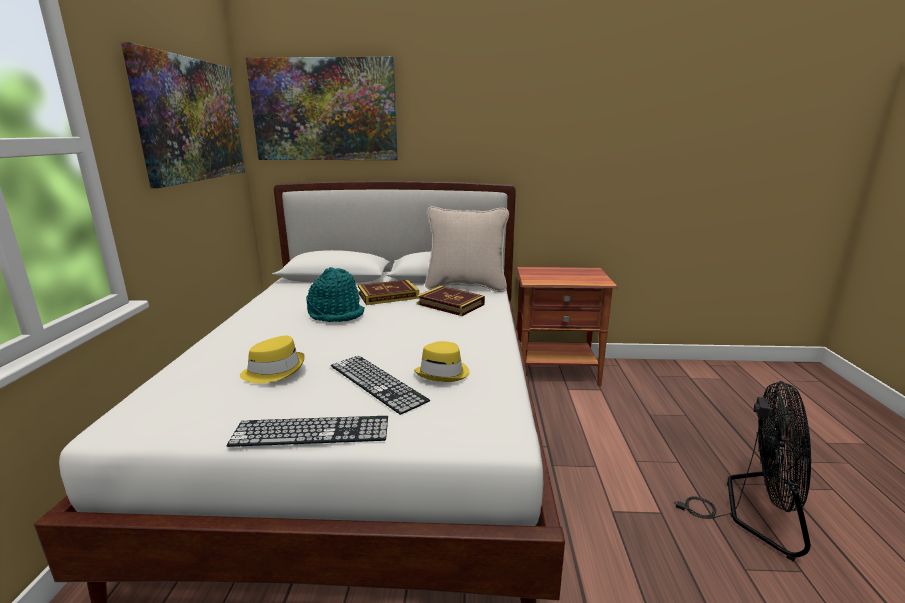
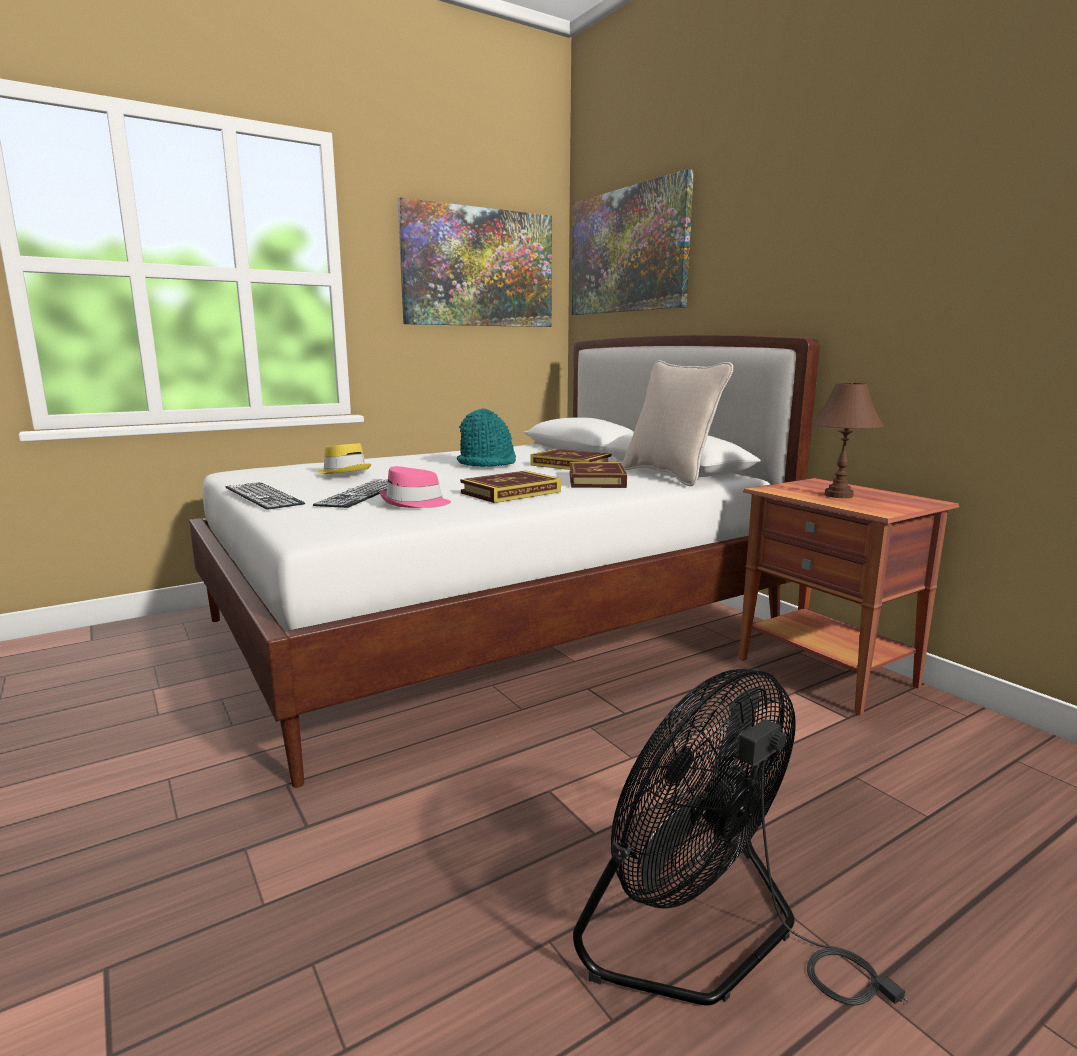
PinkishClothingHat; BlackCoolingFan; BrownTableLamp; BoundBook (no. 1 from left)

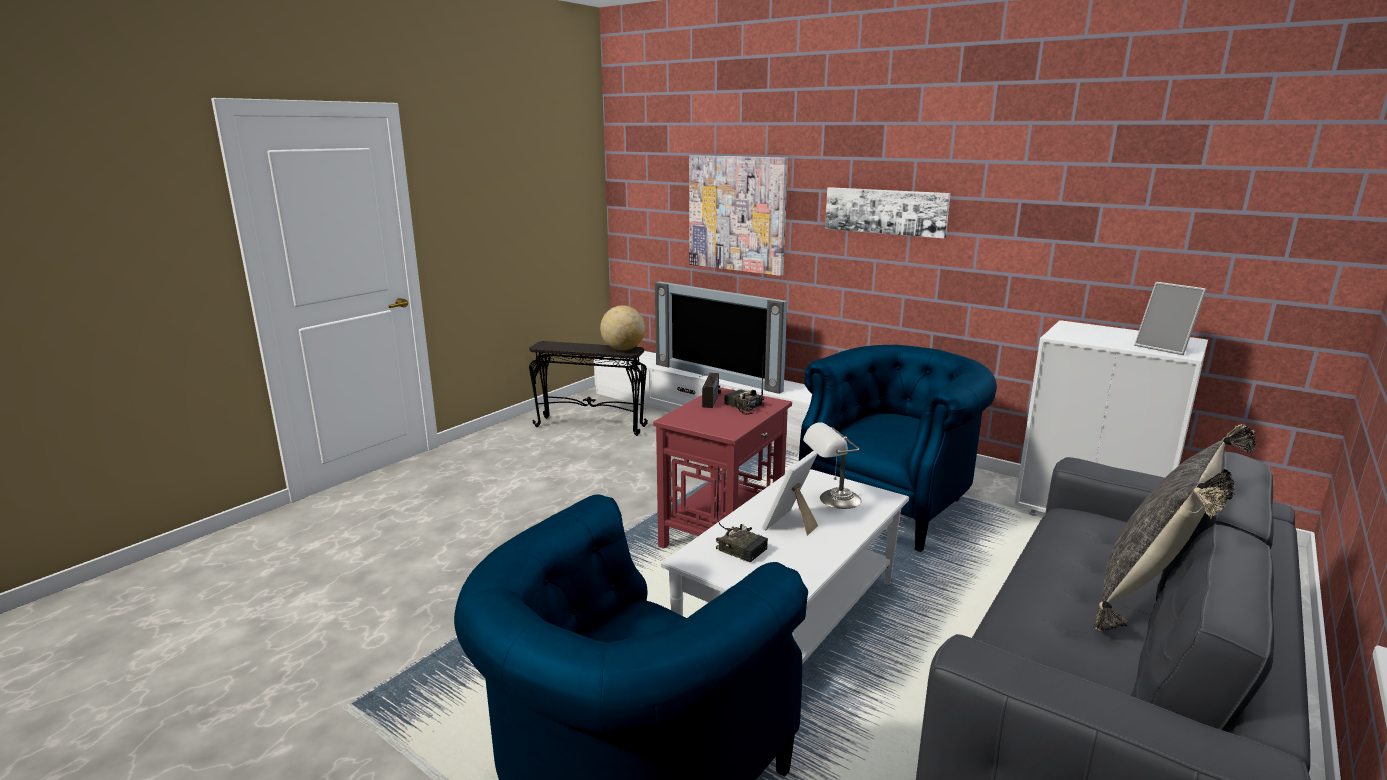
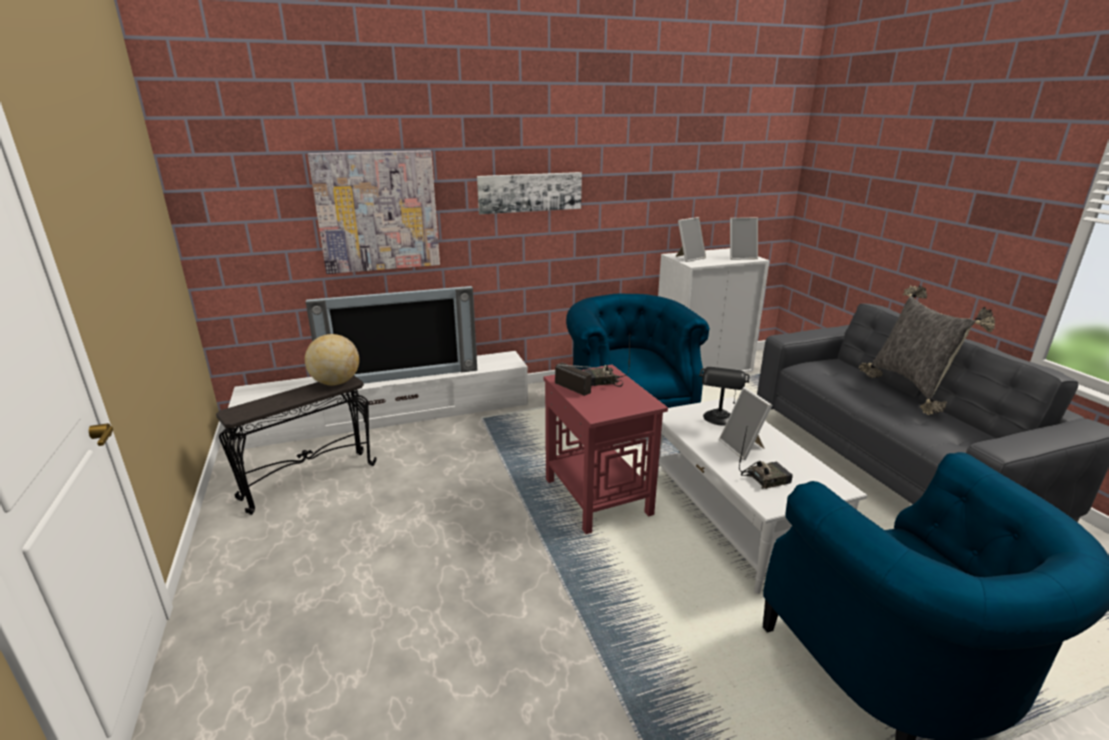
BlackTableLamp; StandingFrame (no. 1 from left)

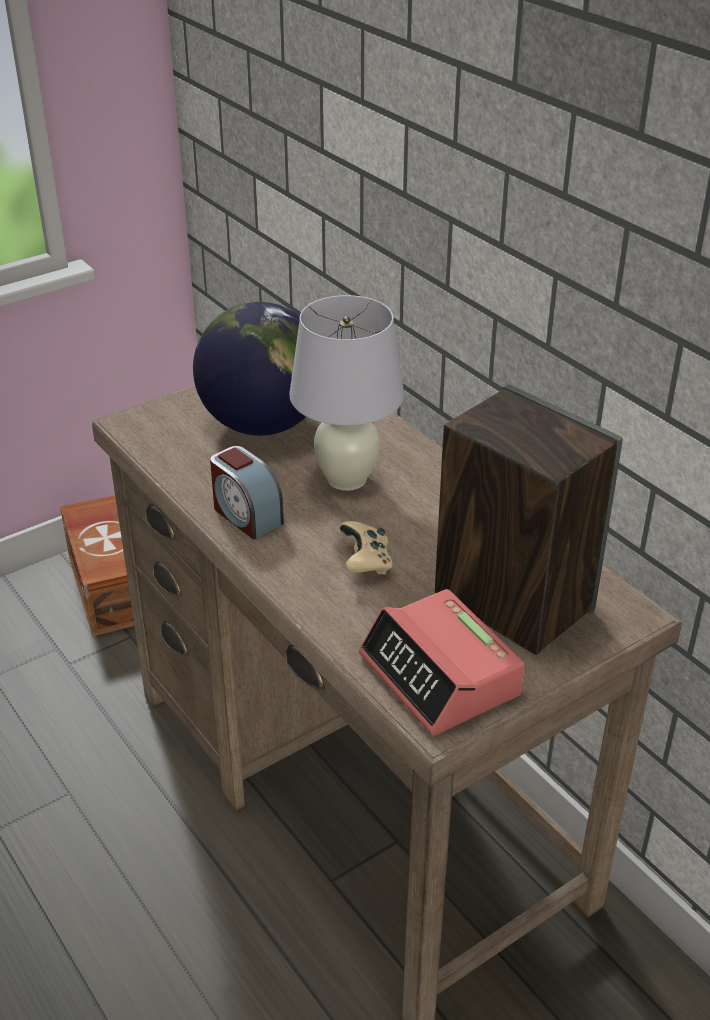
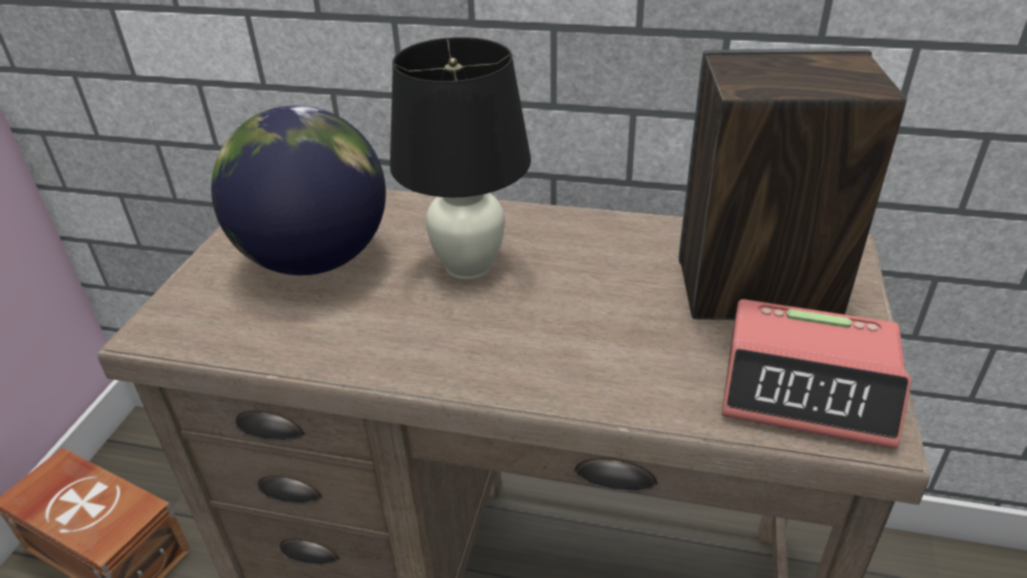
BlackTableLamp; BedsideClock (no. 1 from left in the first image); SandColouredJoypad

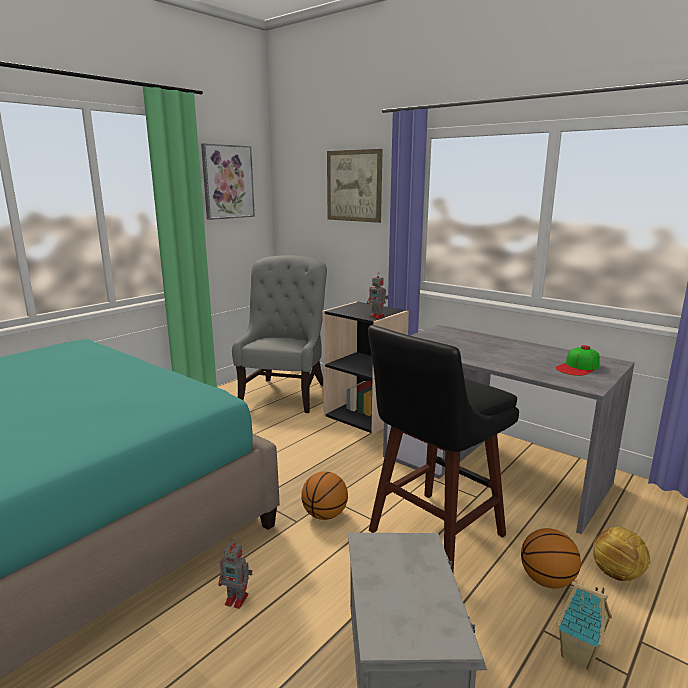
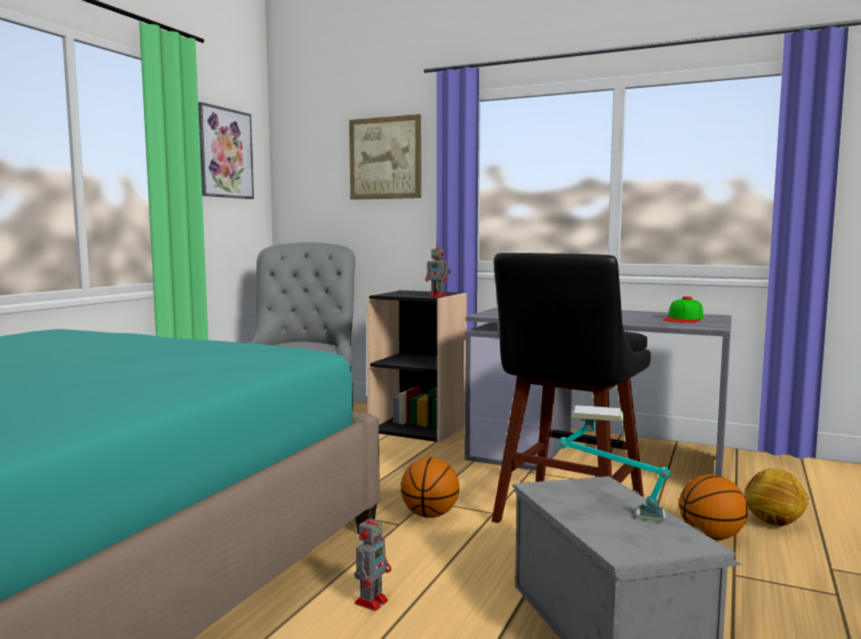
ModelRobot (no. 1 from left); MiniatureHouse; TableLamp

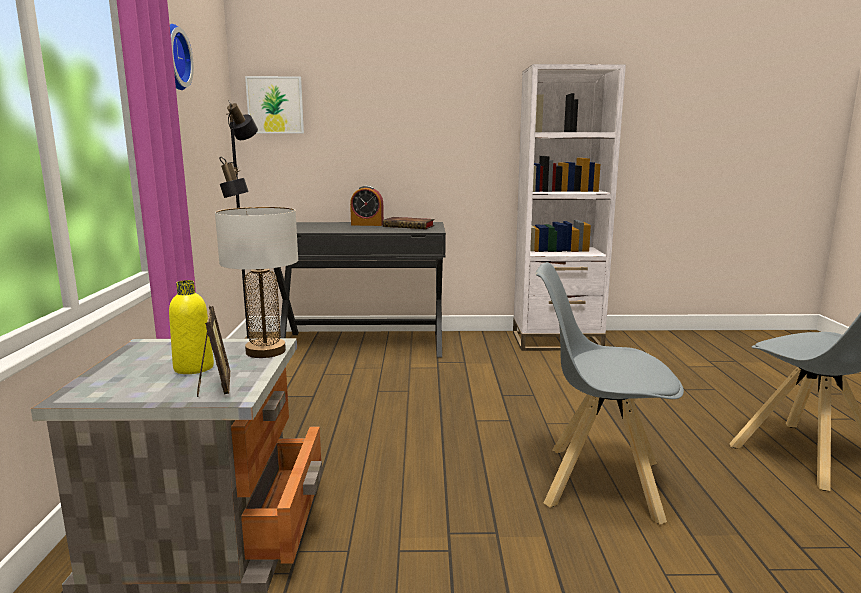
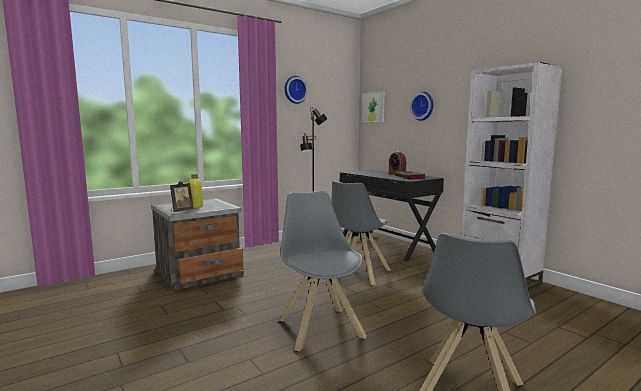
TableLamp; HangingClock (no. 2 from left); GrayUprightChair (no. 2 from left)

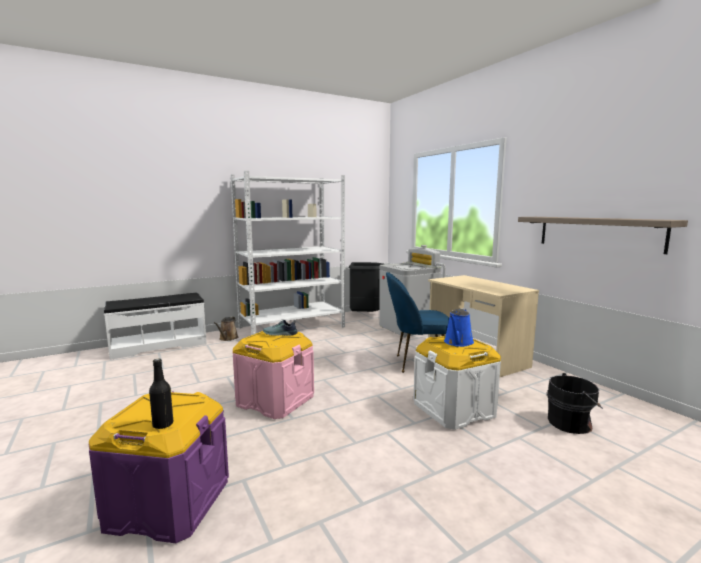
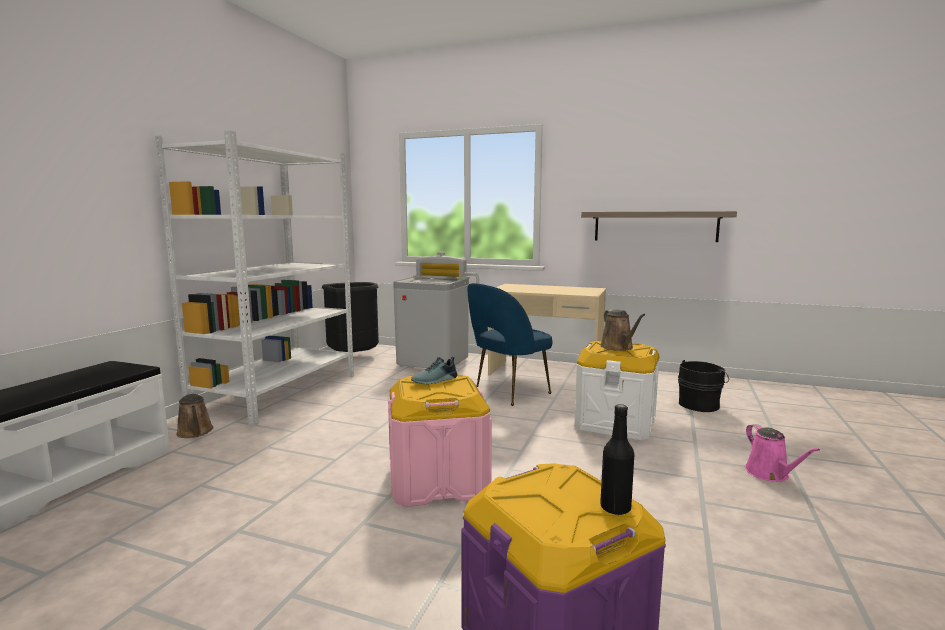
BrownWateringCan (no. 2 from left); PinkishWateringCan

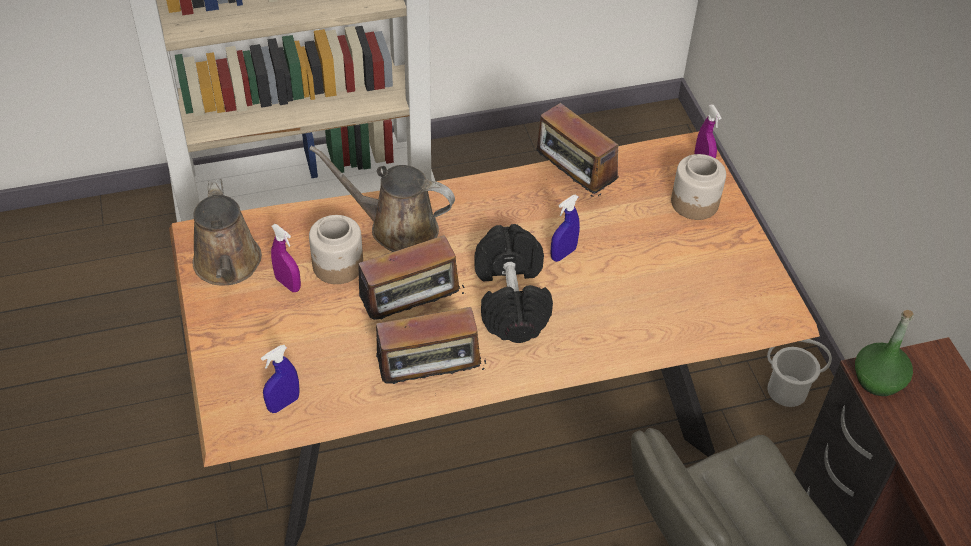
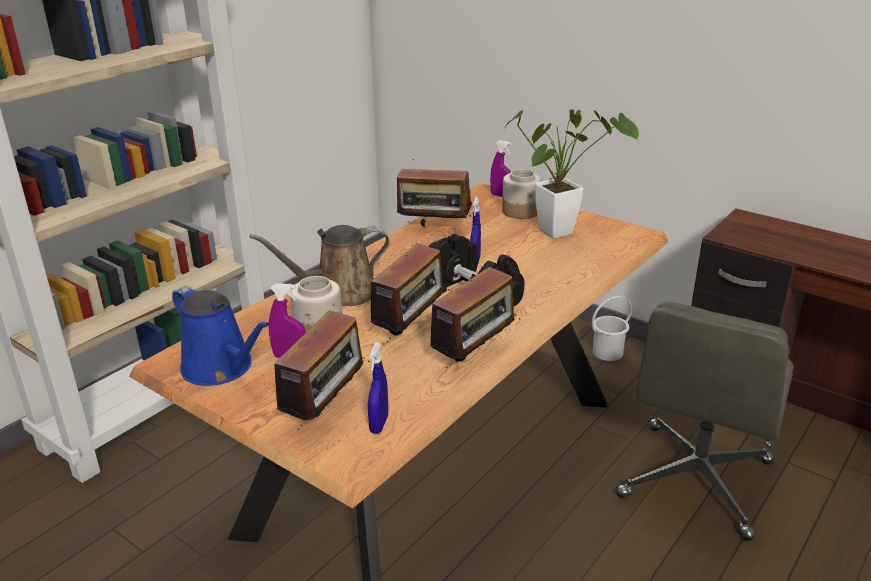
BlueWateringCan; GreenDrinkBottle; Houseplant; Radio (no. 1 from left)

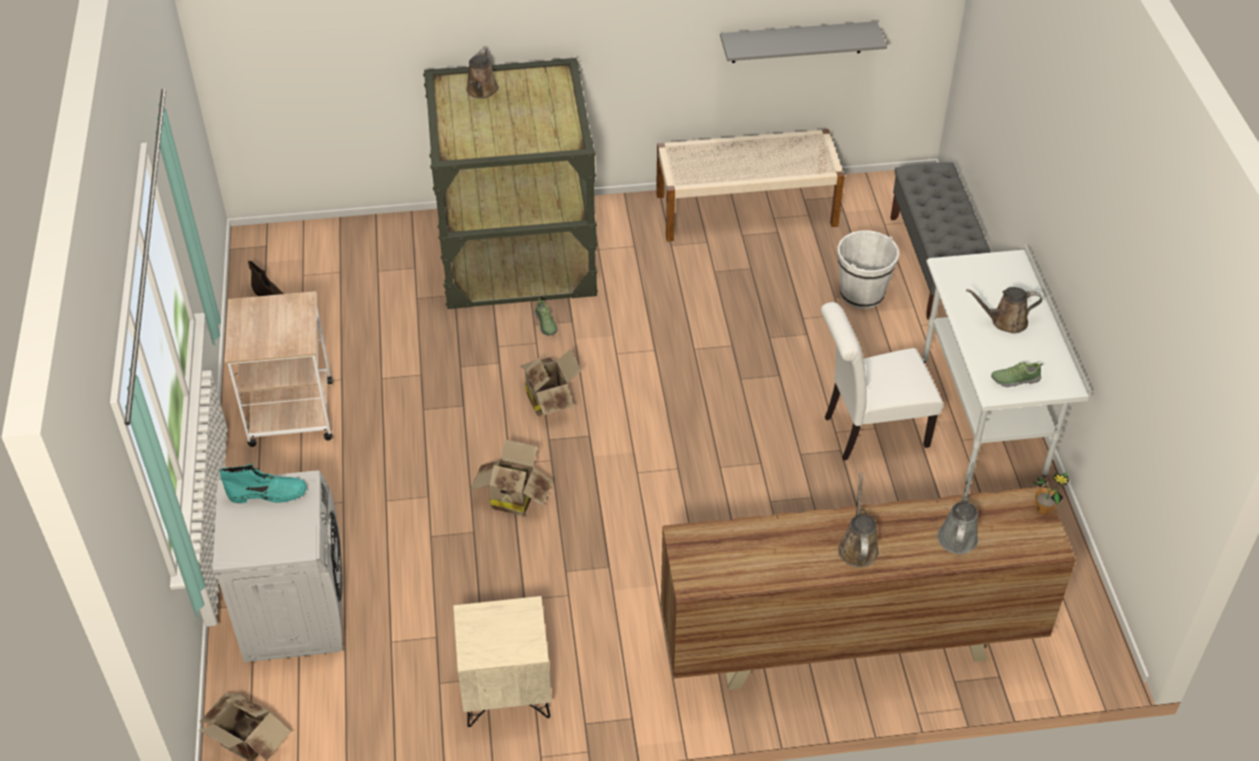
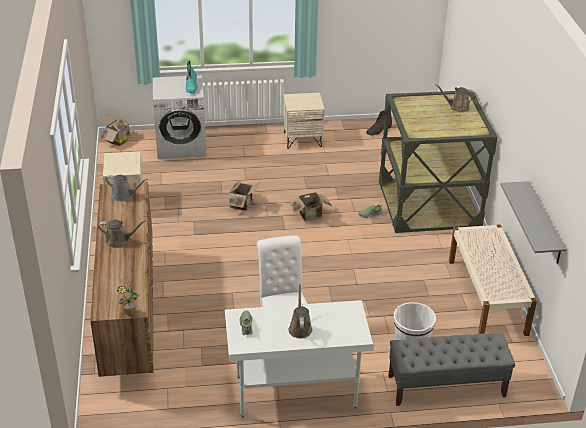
SandColouredNightstand (no. 2 from left); GrayWateringCan

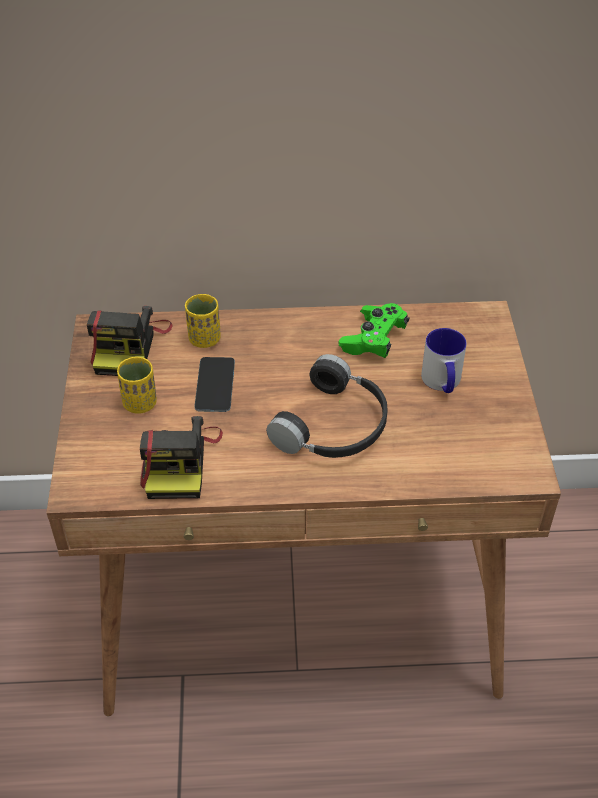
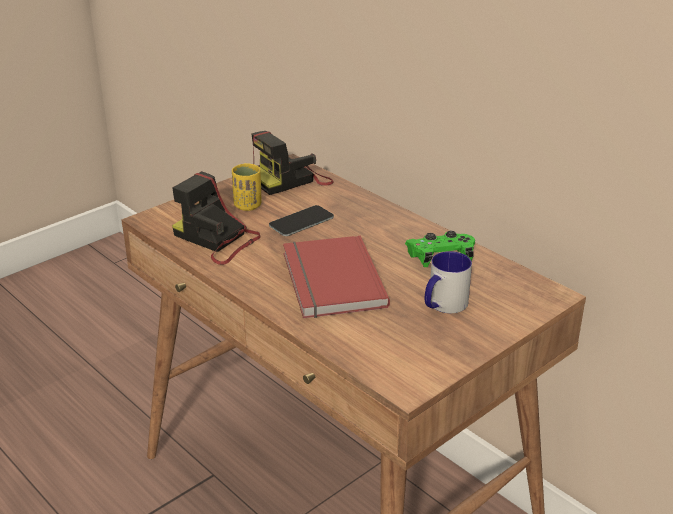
YellowDrinkingCup (no. 2 from left in the first image); RedColouredBoundBook; PhotoCamera (no. 1 from left)

